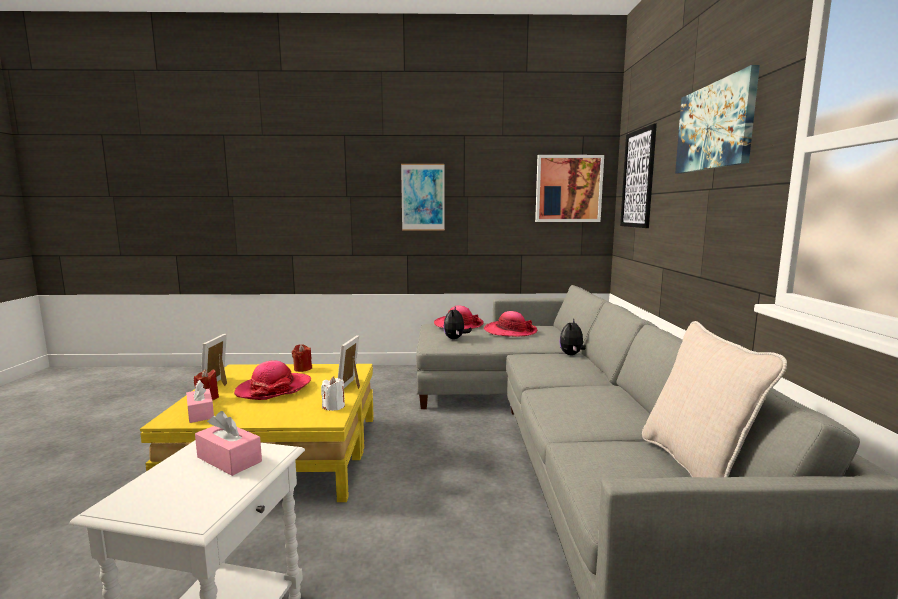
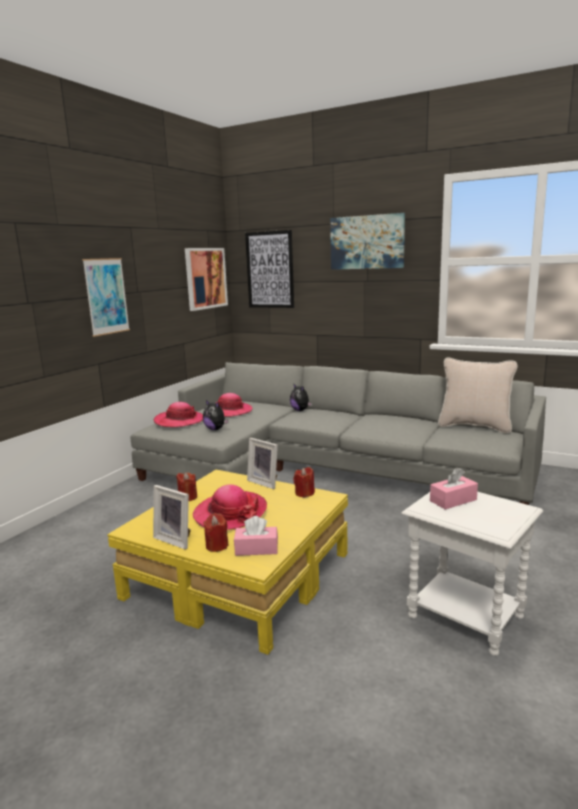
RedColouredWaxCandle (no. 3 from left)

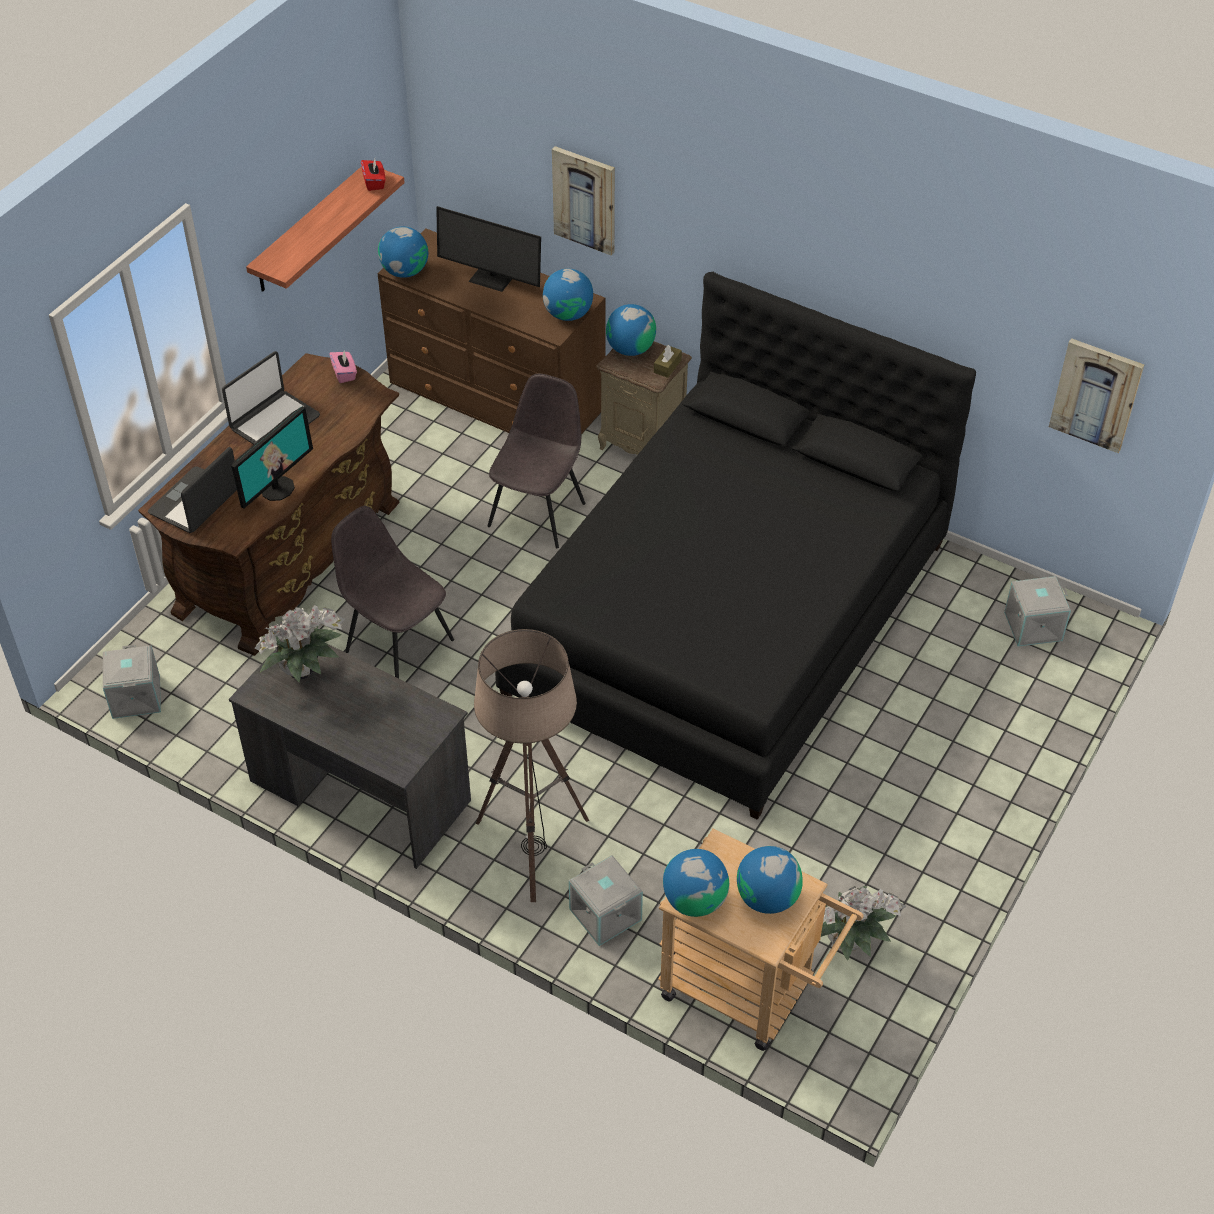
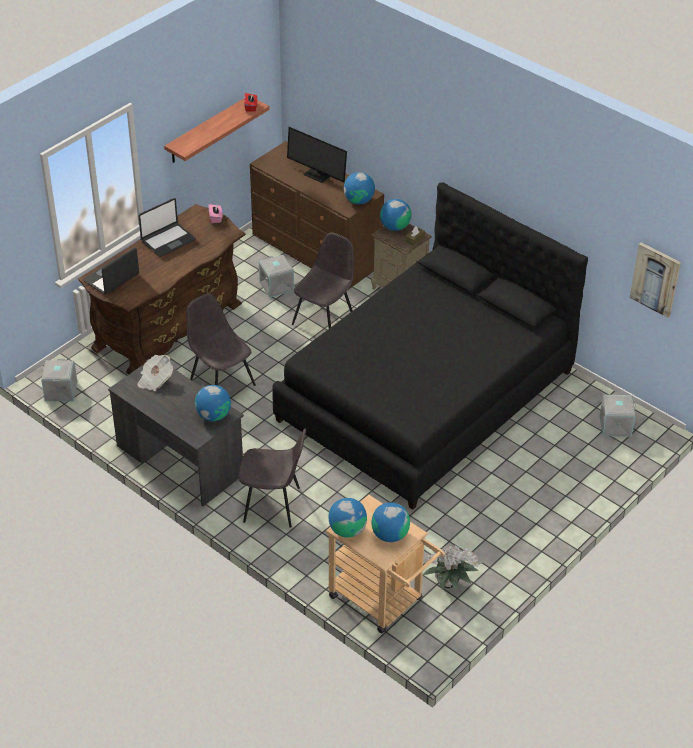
WallArt (no. 1 from left in the first image); DeskGlobe (no. 1 from left); Monitor (no. 1 from left in the first image); DailyPaper; GrayUprightChair (no. 2 from left); GrayStorageBin (no. 2 from left)

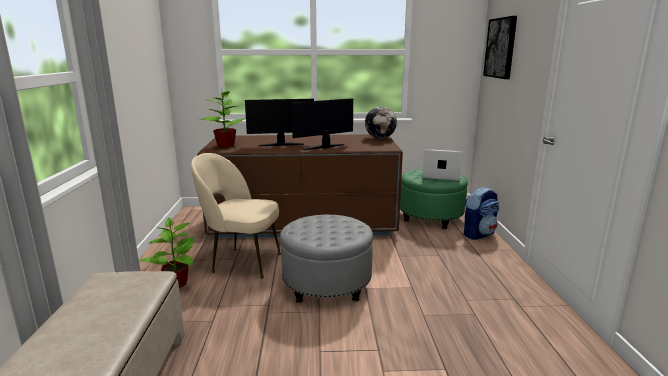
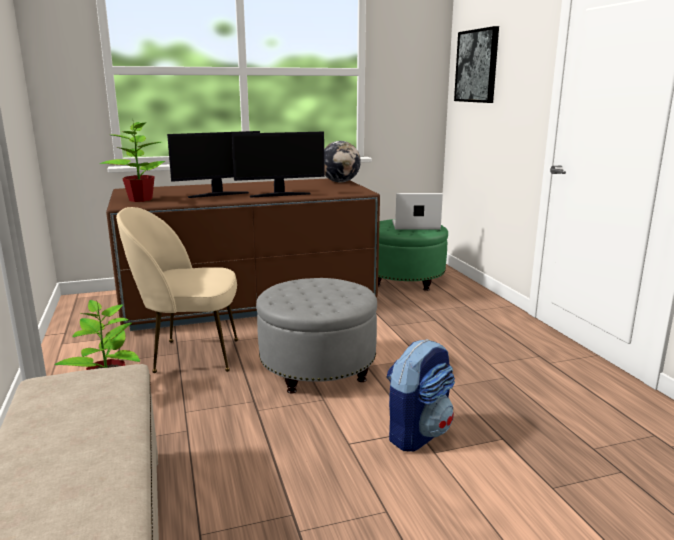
Monitor (no. 2 from left); Backpack

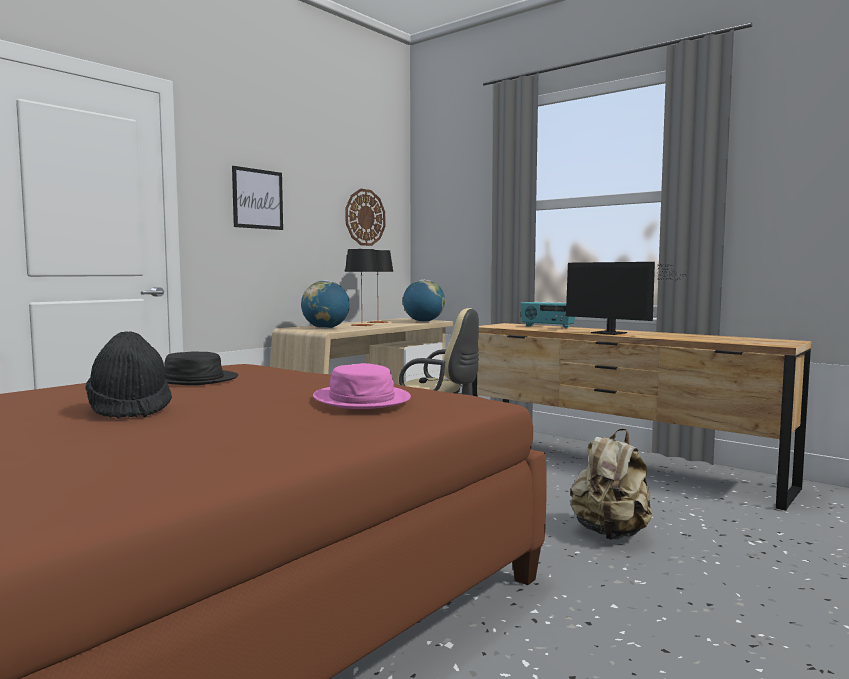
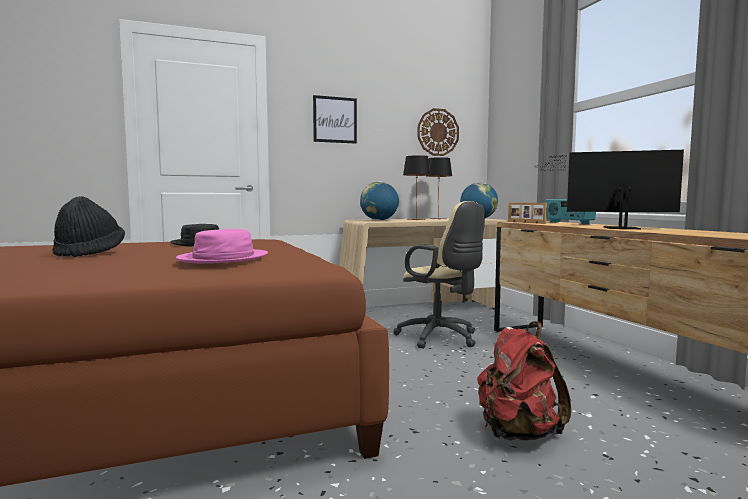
Monitor; RedColouredBackpack; StandingFrame

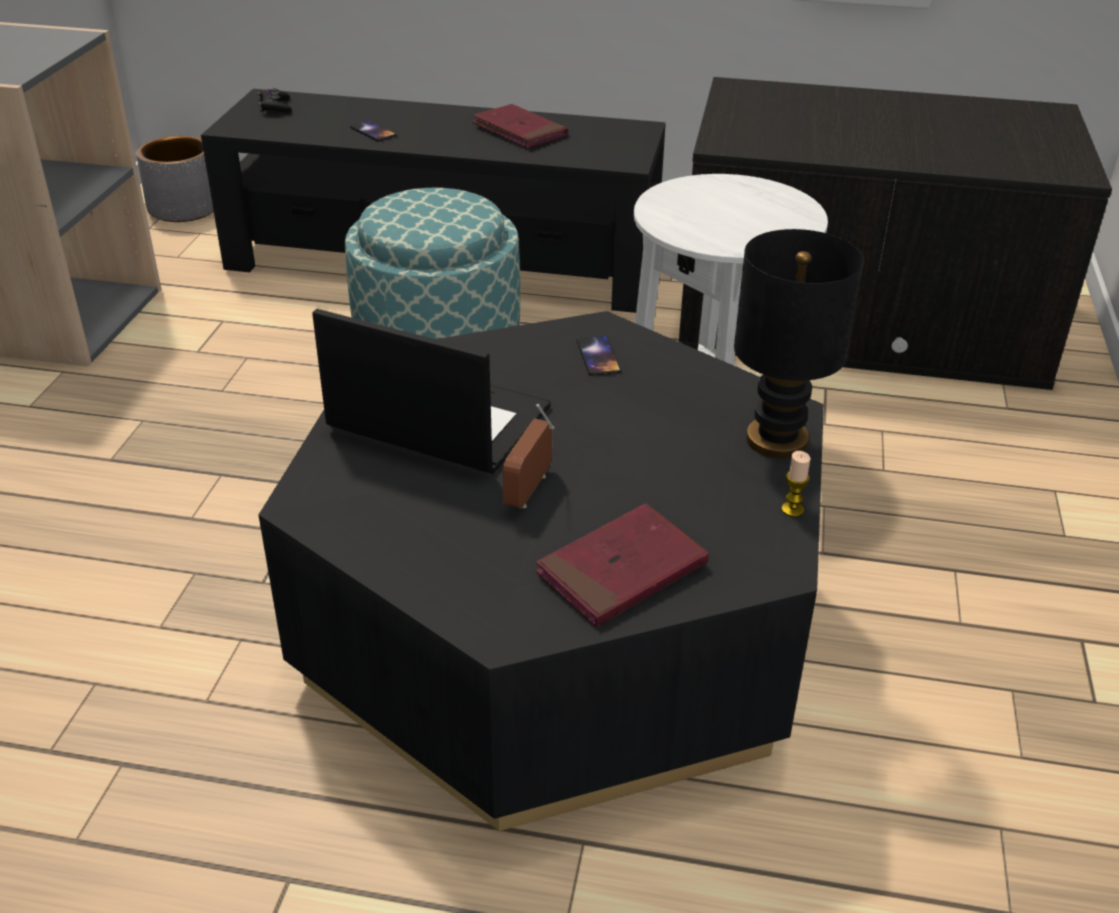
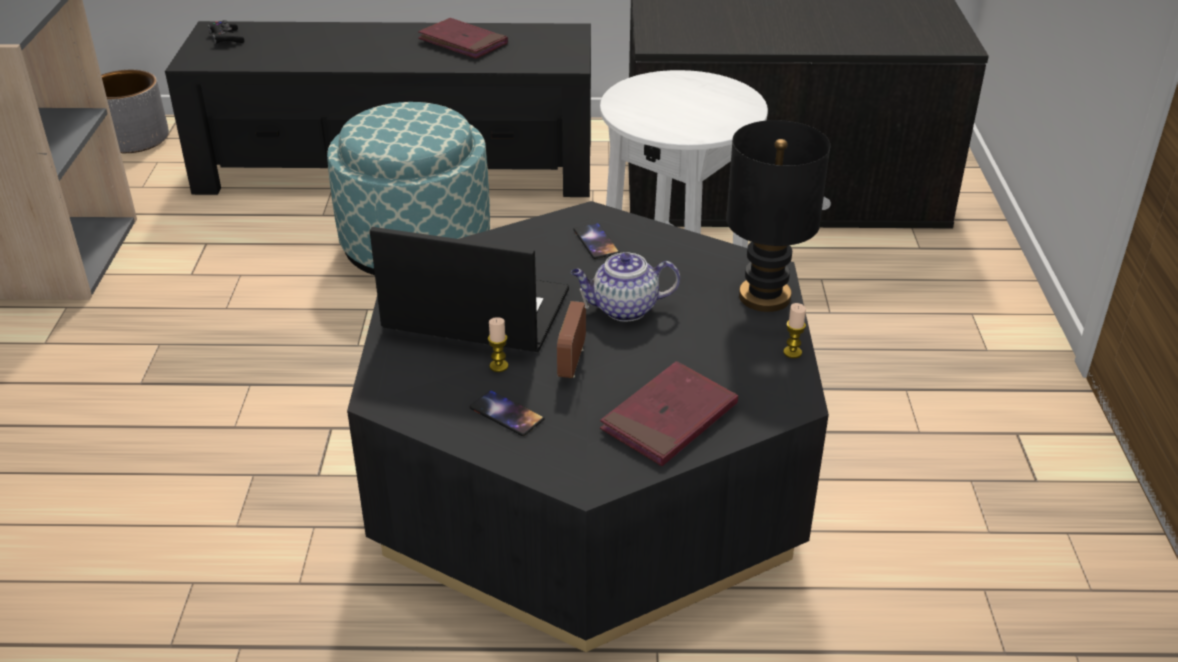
Phone (no. 1 from left); Teapot; WaxCandle (no. 1 from left)

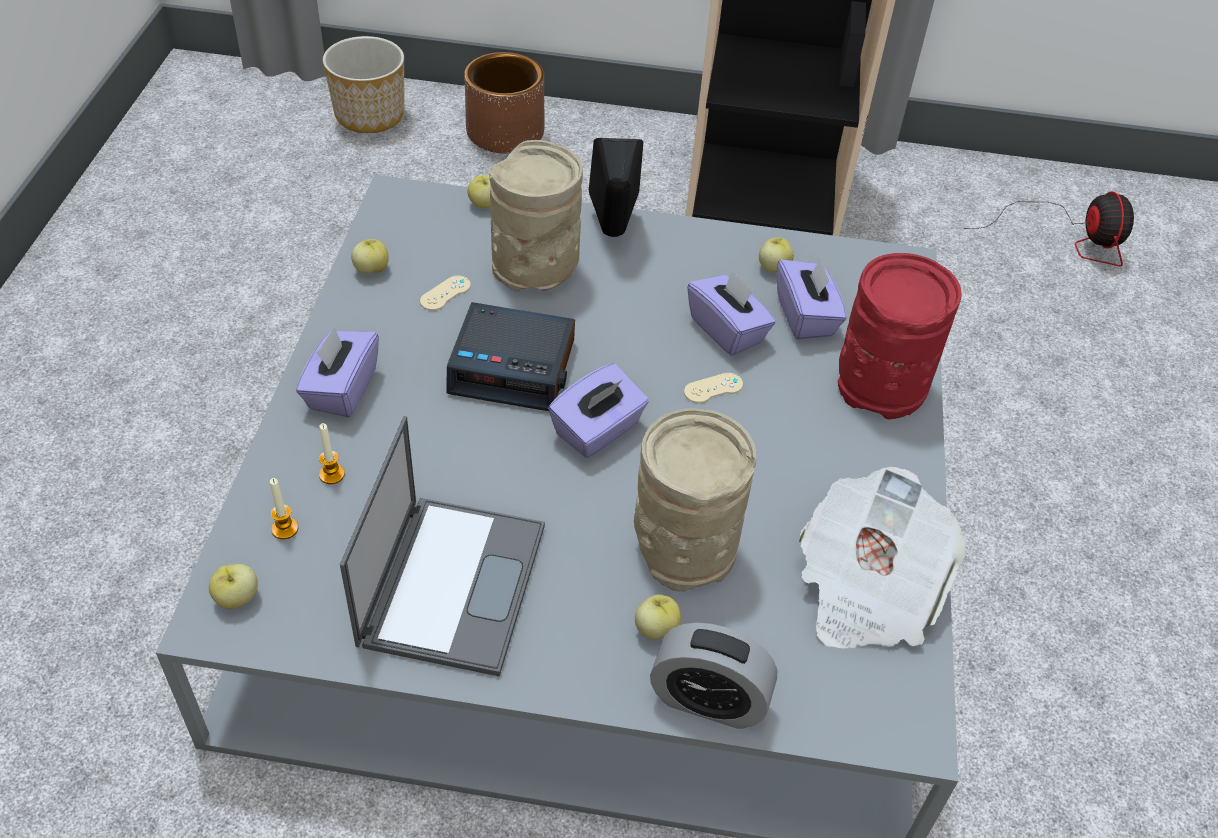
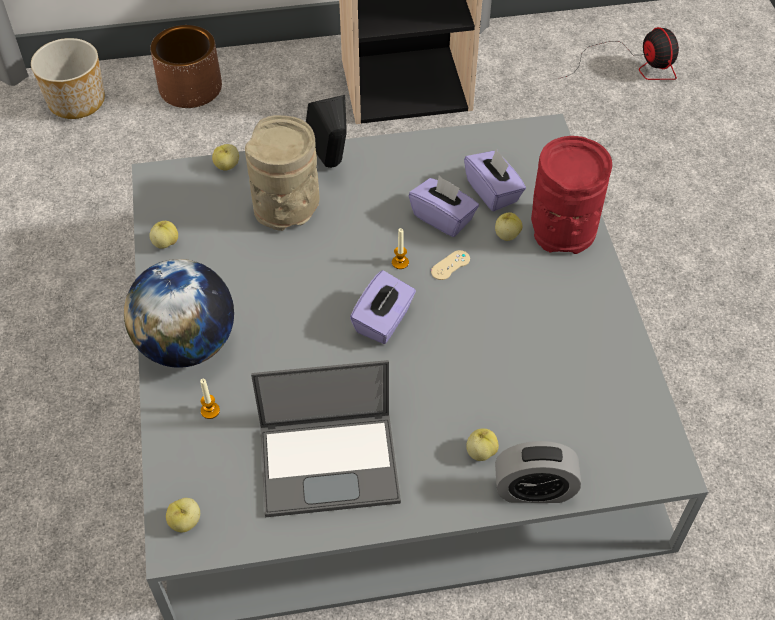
AppleFruit (no. 5 from left); SandColouredJoypad (no. 1 from left in the first image); BedsideClock (no. 1 from left in the first image); DeskGlobe; SandColouredVase (no. 2 from left in the first image); PortableComputer; DailyPaper; WaxCandle (no. 2 from left)

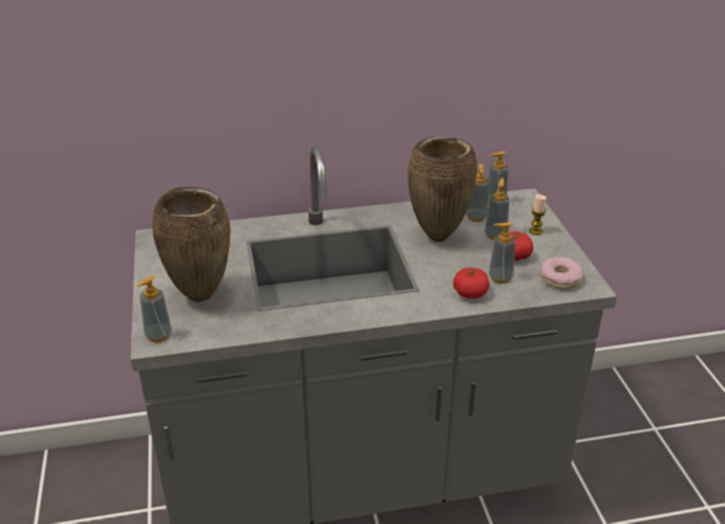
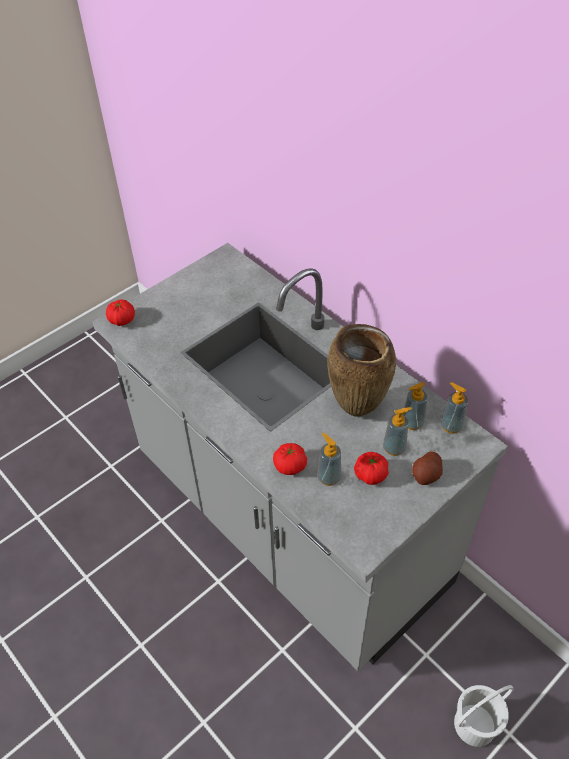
BrownVase (no. 1 from left in the first image); Potato; RingDoughnut; Tomato (no. 1 from left); WhiteColouredWaterBucket

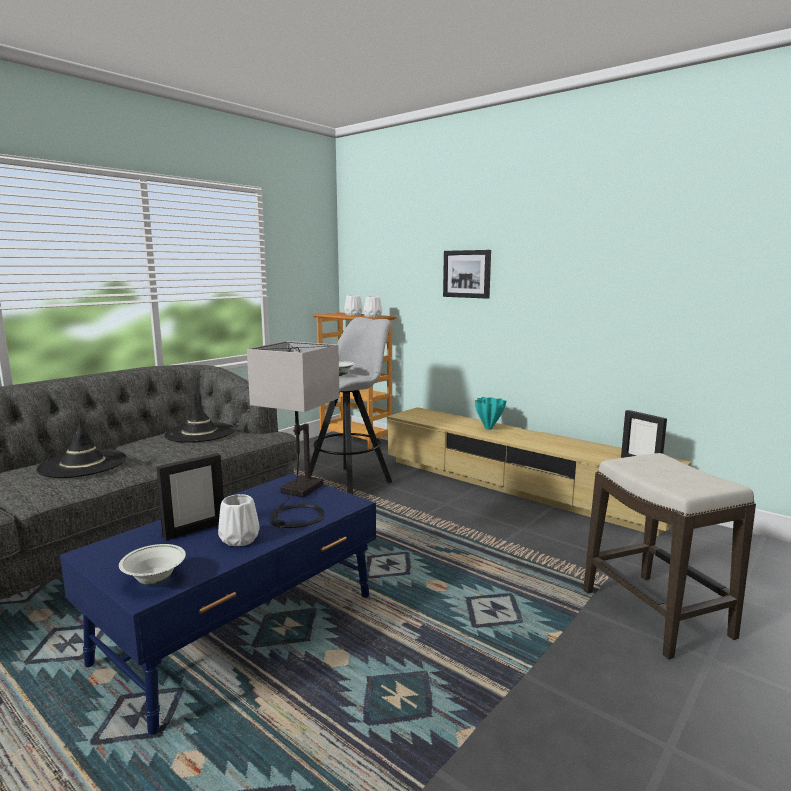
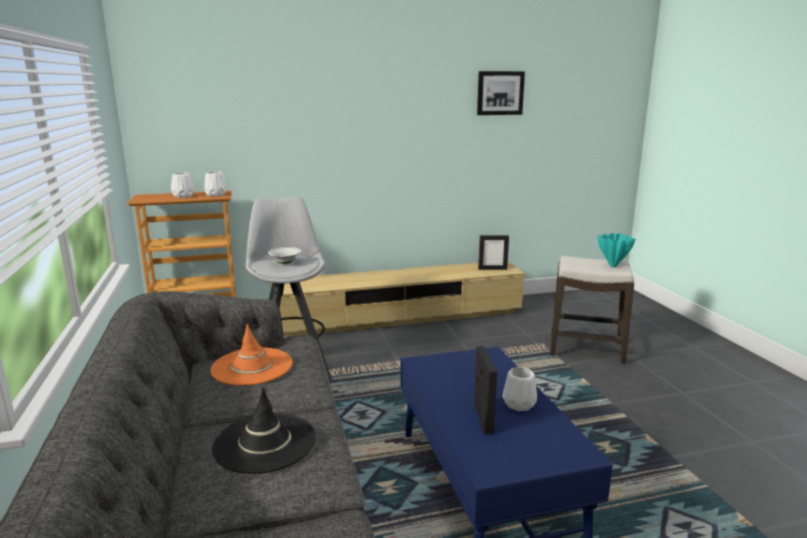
WallArt; TableLamp; OrangeClothingHat; TurquoiseColouredVase; WhiteColouredBowl (no. 1 from left in the first image)

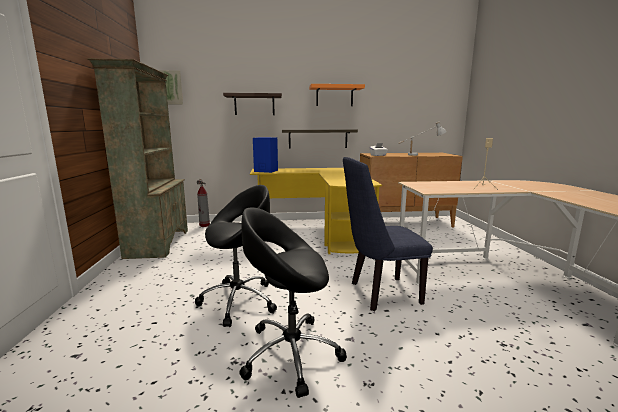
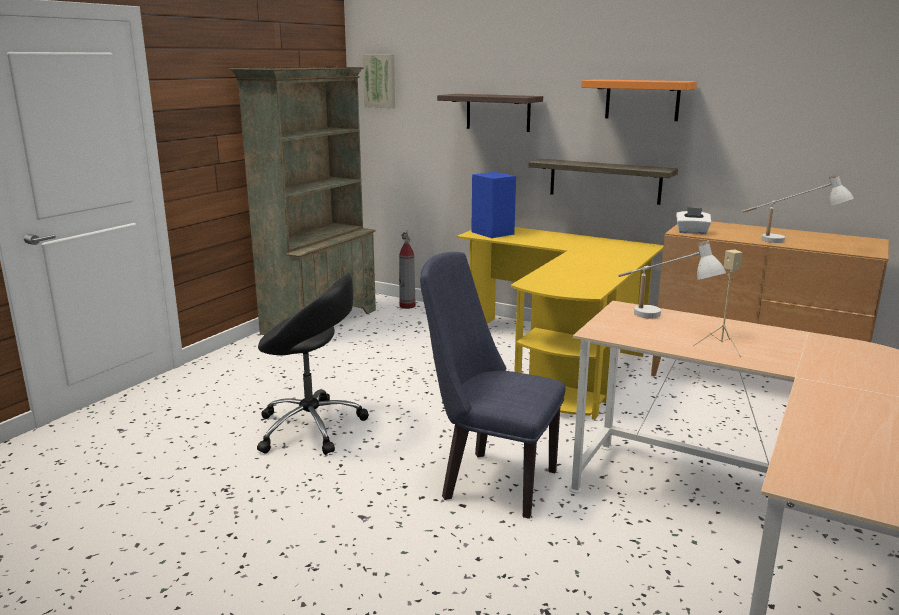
BlackOfficeChair (no. 2 from left in the first image); WhiteColouredTableLamp (no. 1 from left)

